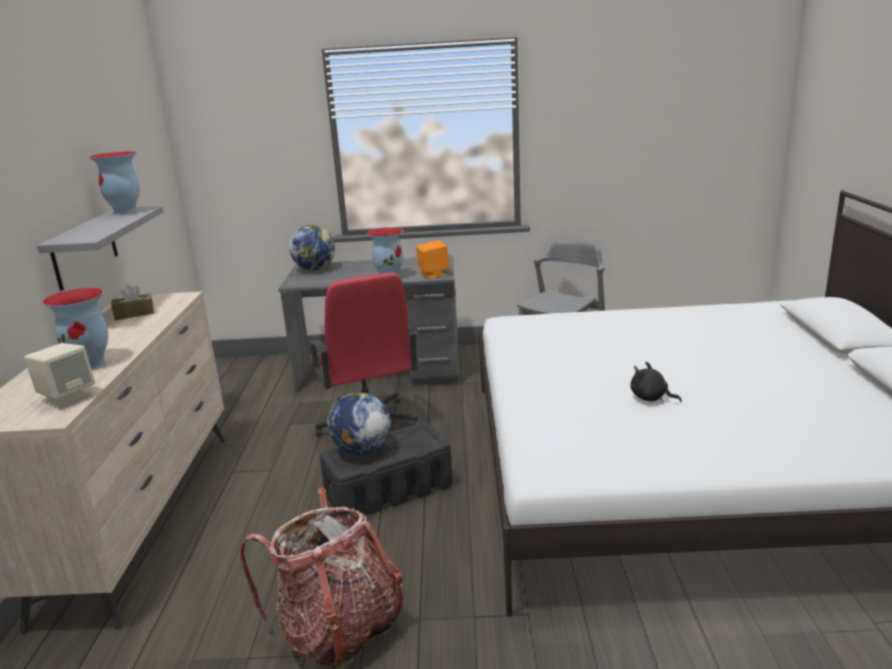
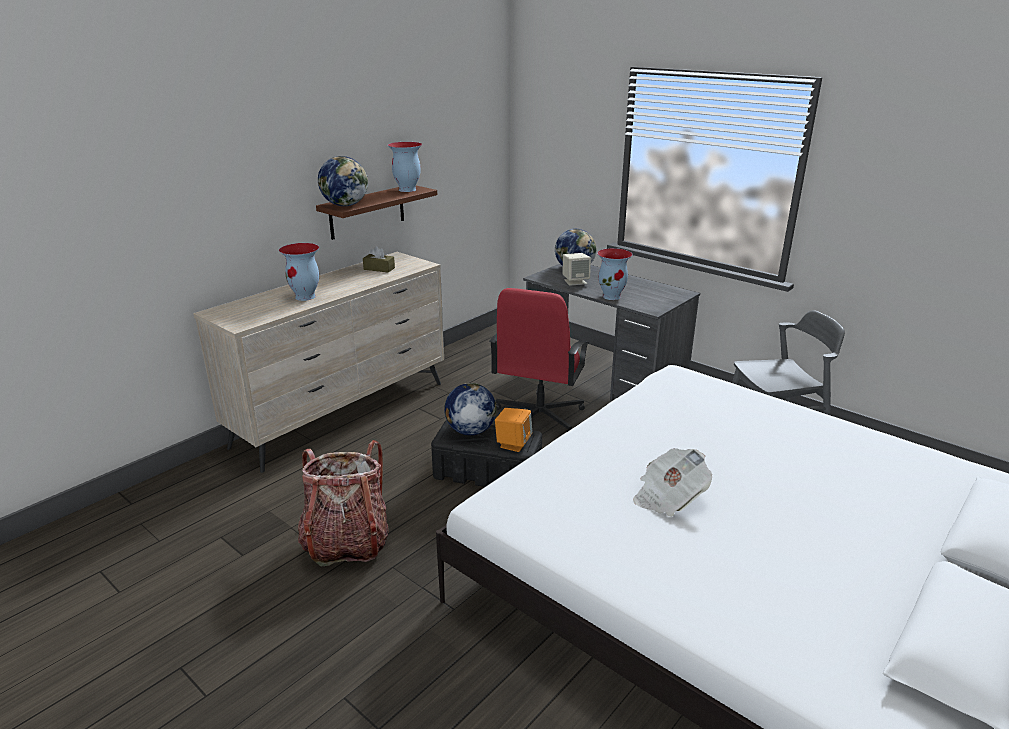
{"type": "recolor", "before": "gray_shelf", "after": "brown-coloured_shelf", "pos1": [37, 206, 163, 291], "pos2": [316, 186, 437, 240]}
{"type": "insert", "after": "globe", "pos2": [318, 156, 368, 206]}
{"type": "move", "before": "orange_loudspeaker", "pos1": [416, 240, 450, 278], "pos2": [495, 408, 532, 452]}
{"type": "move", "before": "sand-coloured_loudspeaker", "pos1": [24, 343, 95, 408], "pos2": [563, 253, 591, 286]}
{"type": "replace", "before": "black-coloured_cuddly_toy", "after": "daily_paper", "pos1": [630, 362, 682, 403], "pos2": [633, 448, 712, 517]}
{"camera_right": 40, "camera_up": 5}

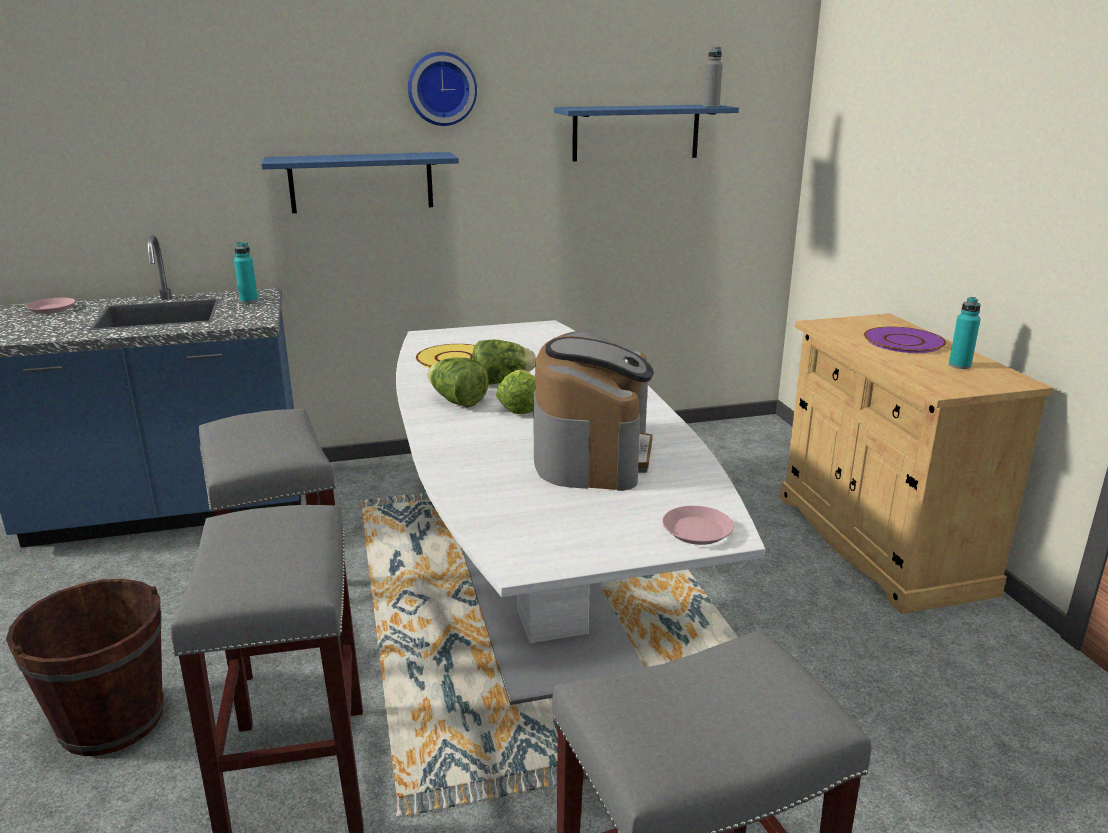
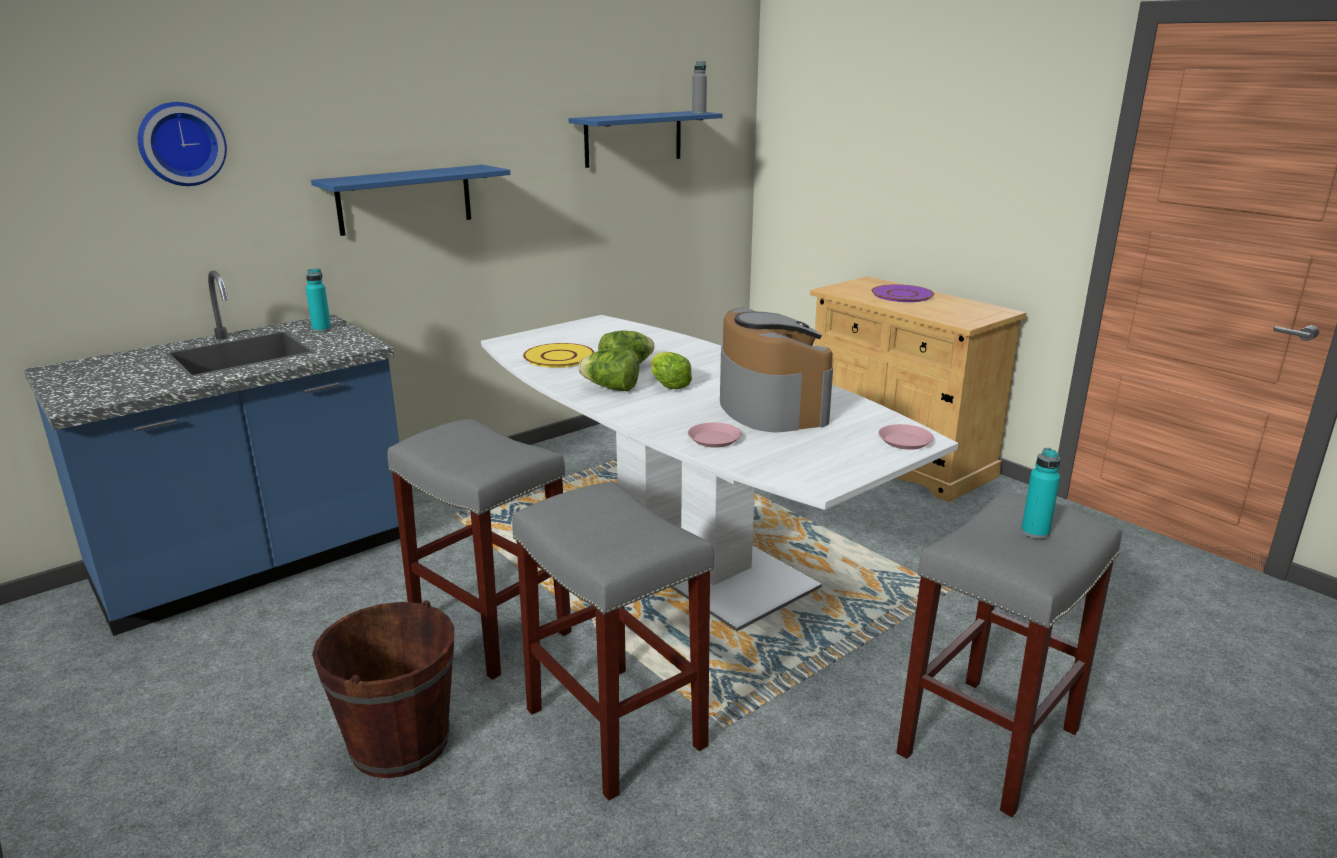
{"type": "move", "before": "hanging_clock", "pos1": [408, 52, 477, 126], "pos2": [138, 102, 227, 186]}
{"type": "move", "before": "pink-coloured_flat_dish", "pos1": [26, 298, 75, 314], "pos2": [688, 422, 742, 448]}
{"type": "move", "before": "turquoise-coloured_drink_bottle", "pos1": [949, 297, 981, 369], "pos2": [1021, 448, 1060, 539]}
{"camera_right": -25, "camera_up": 0}

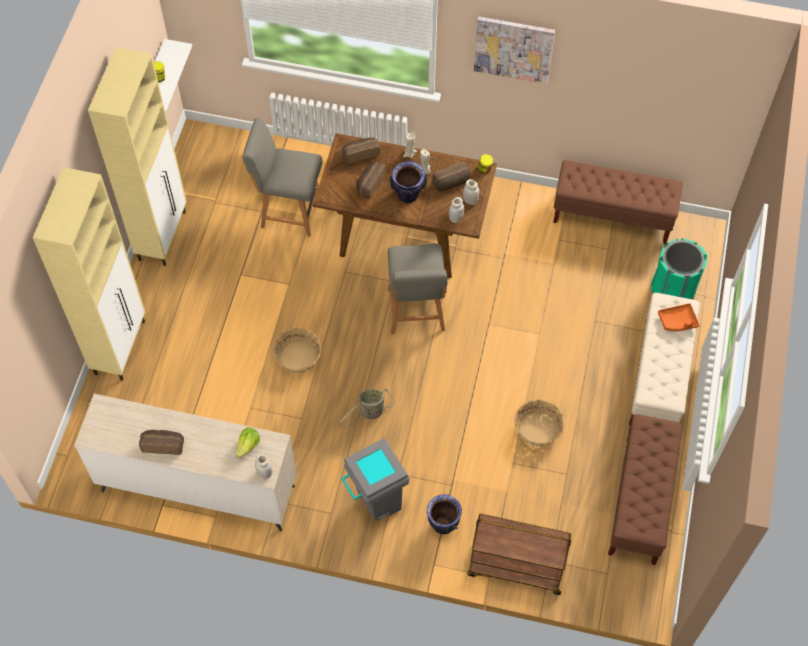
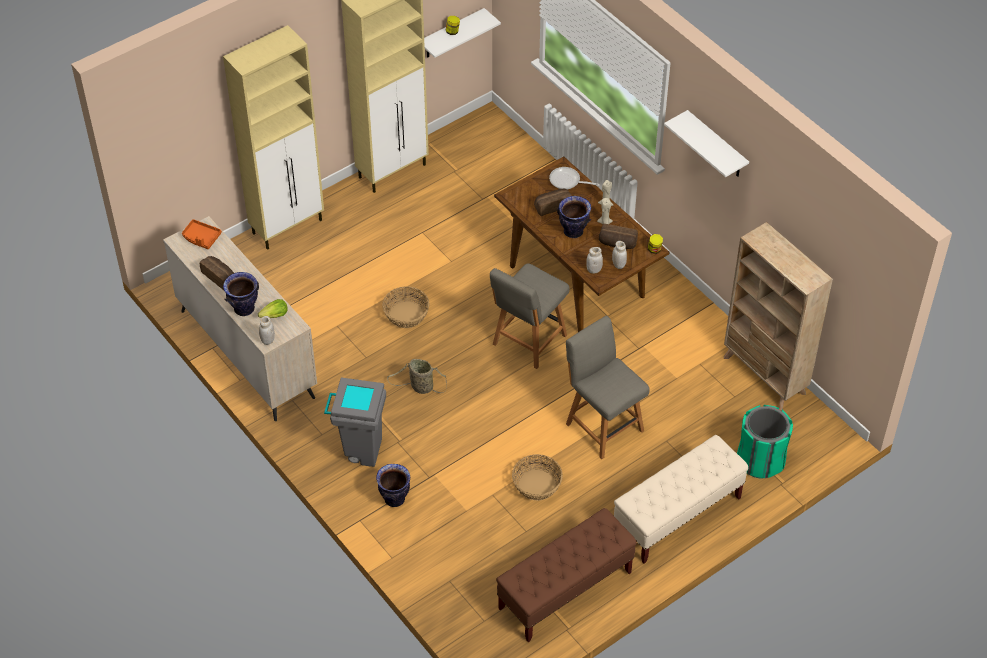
{"type": "move", "before": "orange_tray", "pos1": [658, 303, 699, 331], "pos2": [182, 219, 222, 249]}
{"type": "insert", "after": "decorative_vase", "pos2": [223, 272, 259, 316]}
{"type": "replace", "before": "bakery_bread", "after": "pan", "pos1": [342, 137, 380, 164], "pos2": [549, 167, 600, 189]}
{"type": "move", "before": "gray_plain_chair", "pos1": [242, 118, 322, 237], "pos2": [566, 316, 650, 459]}
{"type": "replace", "before": "wall_picture", "after": "white-coloured_shelf", "pos1": [474, 17, 555, 84], "pos2": [664, 110, 749, 177]}
{"type": "replace", "before": "brown-coloured_indoor_bench", "after": "sand-coloured_bookshelf", "pos1": [553, 160, 683, 244], "pos2": [724, 222, 833, 410]}
{"type": "delete", "before": "brown-coloured_wheeled_cart", "pos1": [467, 514, 571, 595]}
{"camera_right": 40, "camera_up": -10}

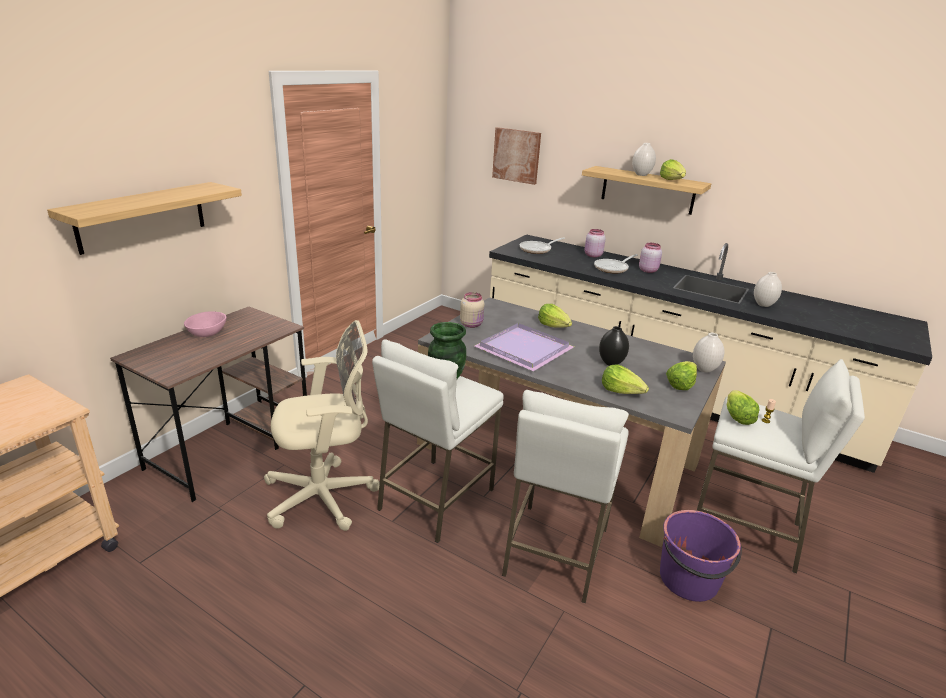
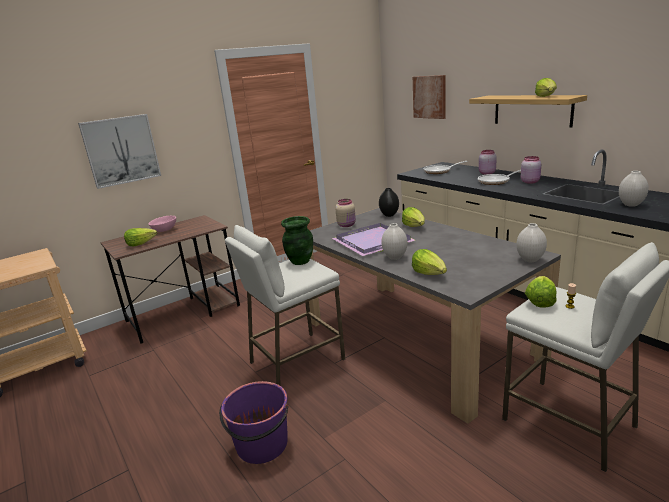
{"type": "replace", "before": "shelf", "after": "wall_picture", "pos1": [47, 182, 242, 255], "pos2": [78, 114, 161, 189]}
{"type": "move", "before": "lettuce_head", "pos1": [666, 361, 697, 390], "pos2": [124, 228, 157, 247]}
{"type": "move", "before": "purple_pail", "pos1": [660, 510, 742, 602], "pos2": [219, 381, 288, 464]}
{"type": "move", "before": "black-coloured_decorative_vase", "pos1": [599, 326, 629, 365], "pos2": [379, 188, 399, 217]}
{"type": "move", "before": "white-coloured_decorative_vase", "pos1": [632, 143, 656, 176], "pos2": [381, 223, 407, 260]}
{"type": "delete", "before": "sand-coloured_computer_chair", "pos1": [264, 320, 380, 531]}
{"type": "delete", "before": "white-coloured_stool_seat", "pos1": [502, 390, 629, 603]}
{"camera_right": 25, "camera_up": -5}

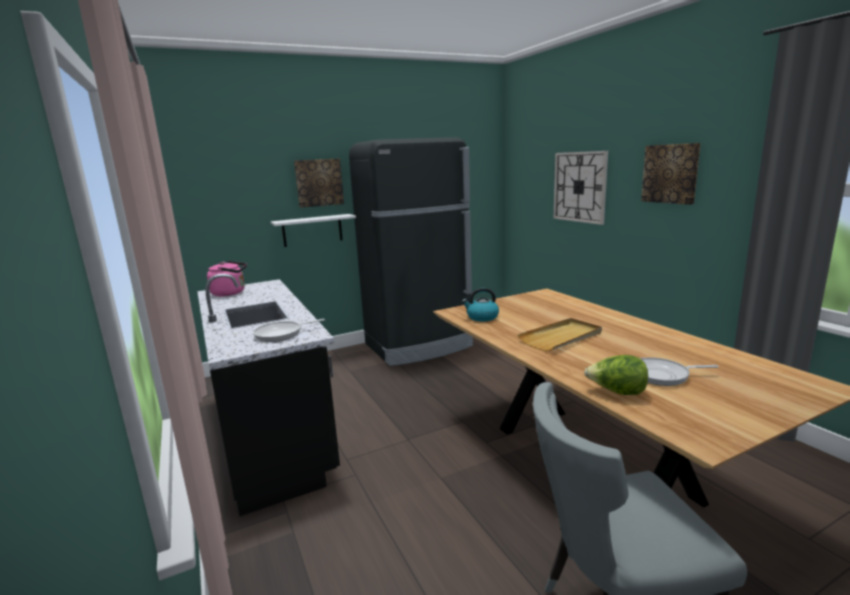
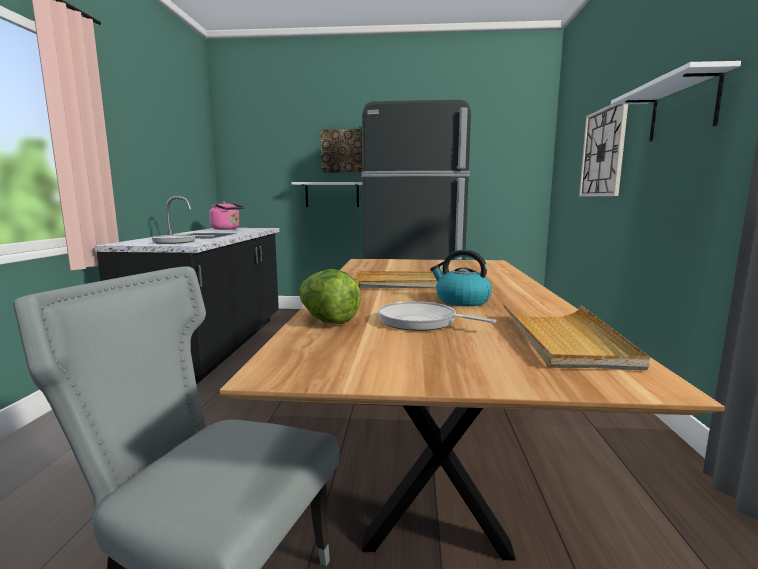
{"type": "move", "before": "kettle", "pos1": [462, 288, 499, 322], "pos2": [430, 249, 492, 306]}
{"type": "insert", "after": "sand-coloured_tray", "pos2": [503, 304, 650, 370]}
{"type": "replace", "before": "wall_picture", "after": "white-coloured_shelf", "pos1": [641, 143, 701, 205], "pos2": [611, 61, 741, 142]}
{"camera_right": 30, "camera_up": -5}

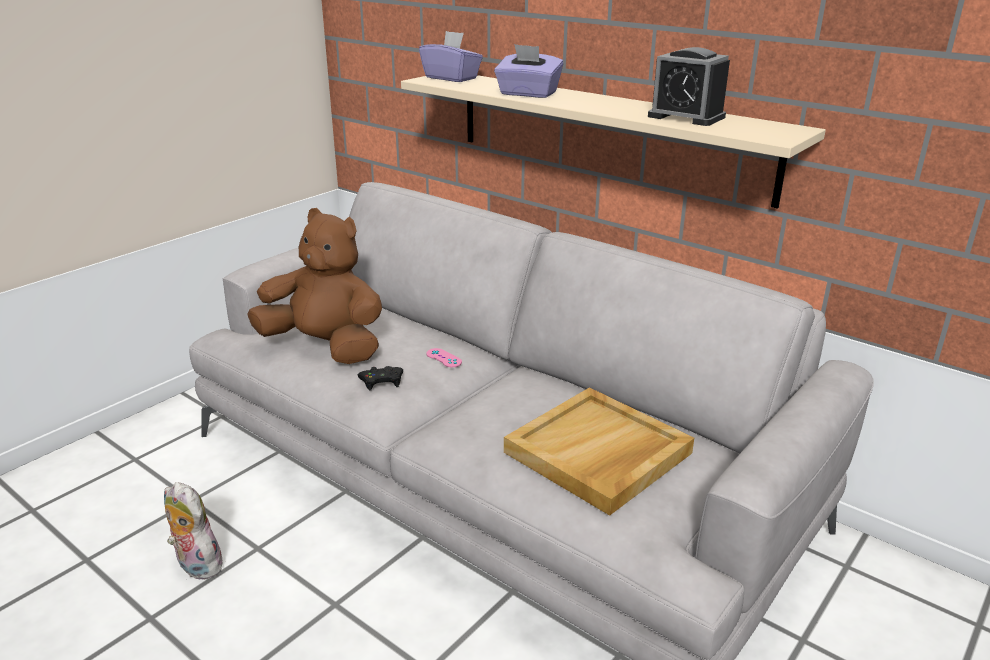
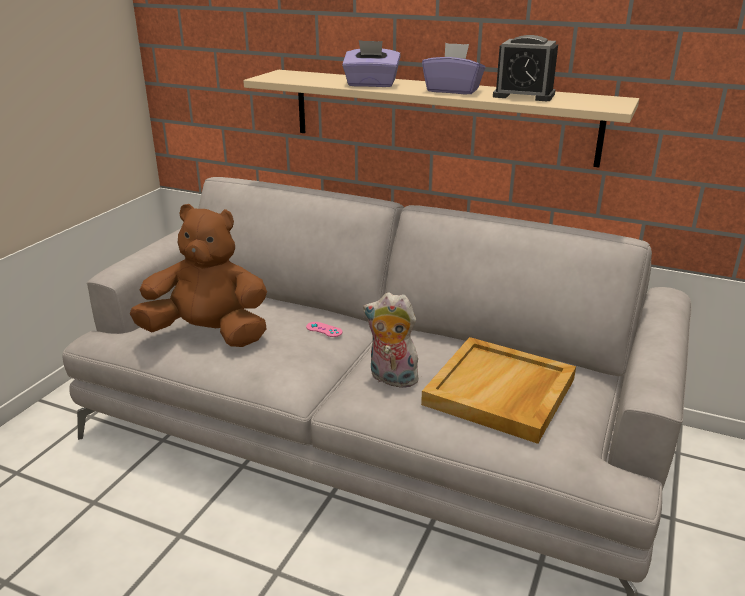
{"type": "move", "before": "cuddly_toy", "pos1": [164, 482, 222, 580], "pos2": [363, 292, 421, 388]}
{"type": "move", "before": "purple_box_of_tissues", "pos1": [419, 31, 483, 82], "pos2": [422, 43, 485, 94]}
{"type": "delete", "before": "black-coloured_gamepad", "pos1": [358, 366, 403, 391]}
{"camera_right": -15, "camera_up": 0}

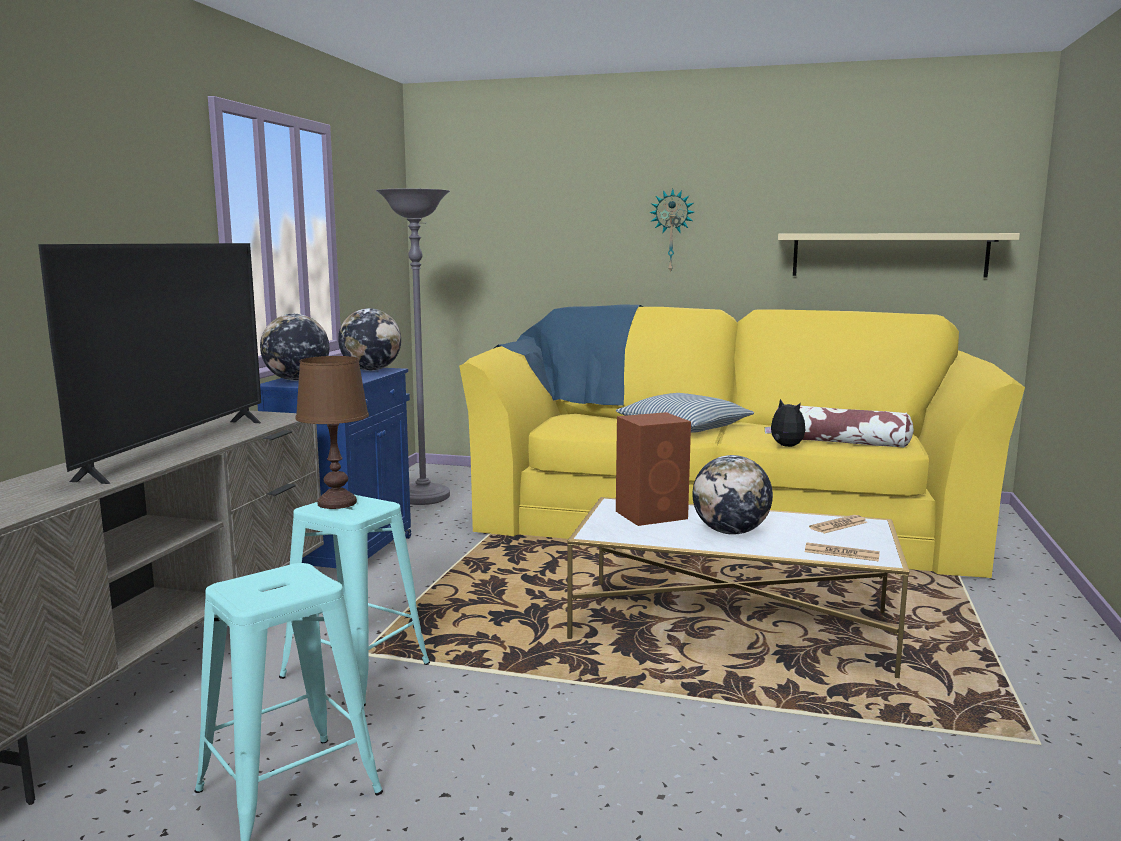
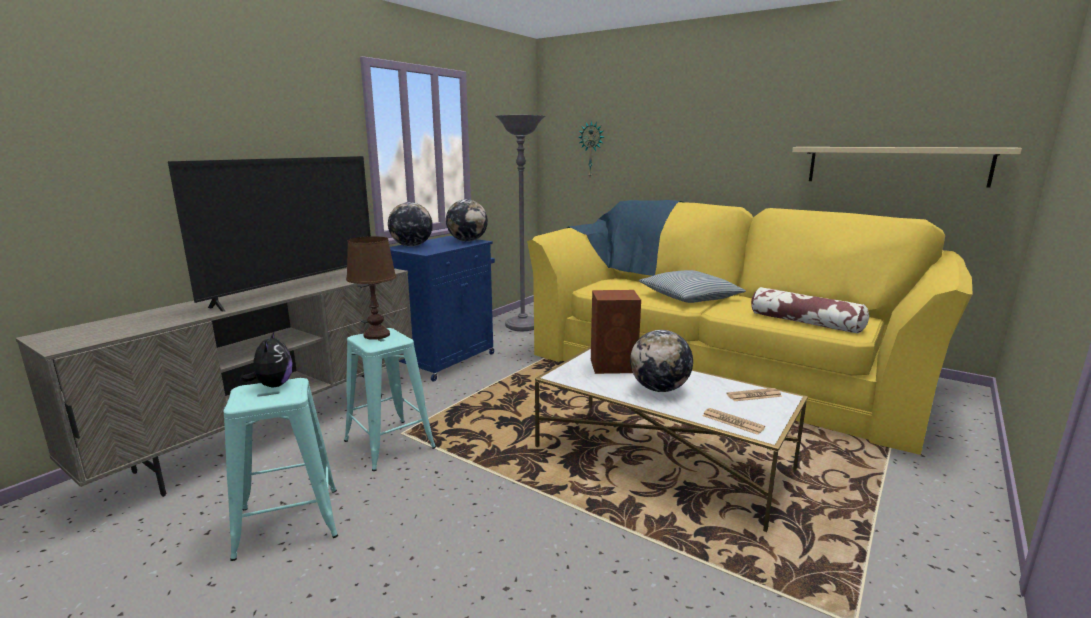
{"type": "move", "before": "cuddly_toy", "pos1": [765, 399, 805, 447], "pos2": [240, 331, 293, 387]}
{"type": "move", "before": "hanging_clock", "pos1": [649, 189, 694, 273], "pos2": [578, 121, 604, 177]}
{"camera_right": 20, "camera_up": 5}

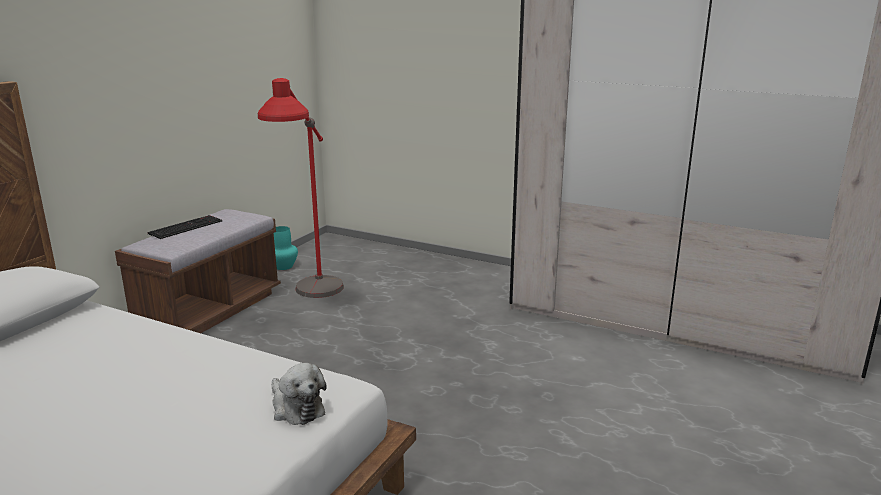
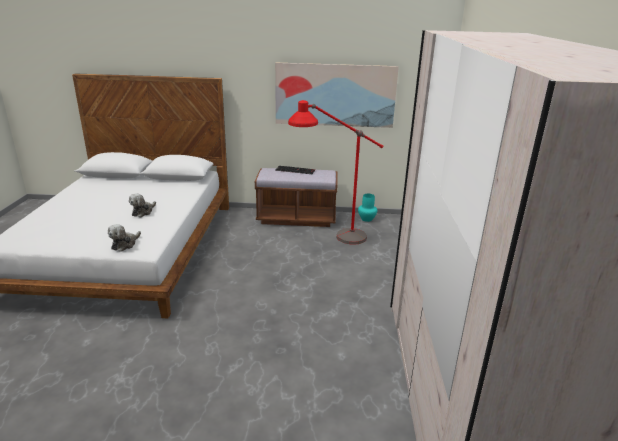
{"type": "insert", "after": "cuddly_toy", "pos2": [129, 193, 156, 218]}
{"type": "insert", "after": "wall_picture", "pos2": [275, 63, 399, 128]}
{"camera_right": 65, "camera_up": 5}

